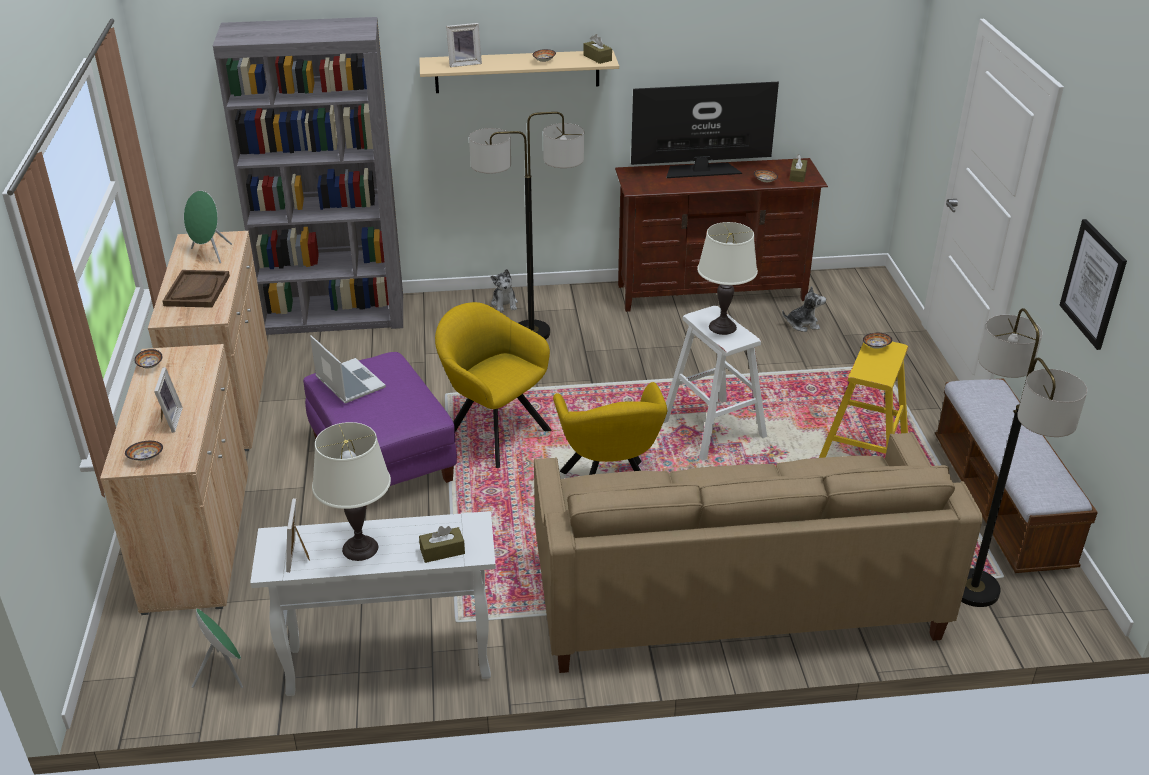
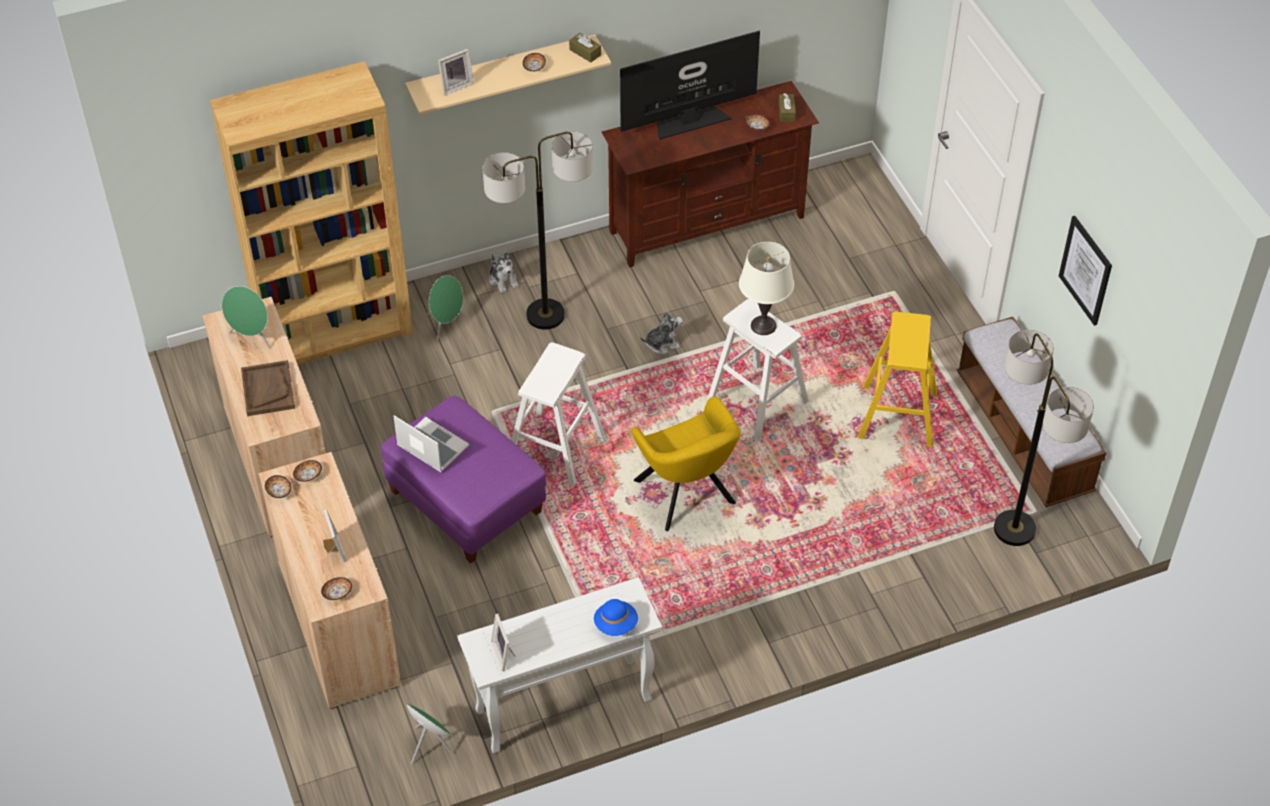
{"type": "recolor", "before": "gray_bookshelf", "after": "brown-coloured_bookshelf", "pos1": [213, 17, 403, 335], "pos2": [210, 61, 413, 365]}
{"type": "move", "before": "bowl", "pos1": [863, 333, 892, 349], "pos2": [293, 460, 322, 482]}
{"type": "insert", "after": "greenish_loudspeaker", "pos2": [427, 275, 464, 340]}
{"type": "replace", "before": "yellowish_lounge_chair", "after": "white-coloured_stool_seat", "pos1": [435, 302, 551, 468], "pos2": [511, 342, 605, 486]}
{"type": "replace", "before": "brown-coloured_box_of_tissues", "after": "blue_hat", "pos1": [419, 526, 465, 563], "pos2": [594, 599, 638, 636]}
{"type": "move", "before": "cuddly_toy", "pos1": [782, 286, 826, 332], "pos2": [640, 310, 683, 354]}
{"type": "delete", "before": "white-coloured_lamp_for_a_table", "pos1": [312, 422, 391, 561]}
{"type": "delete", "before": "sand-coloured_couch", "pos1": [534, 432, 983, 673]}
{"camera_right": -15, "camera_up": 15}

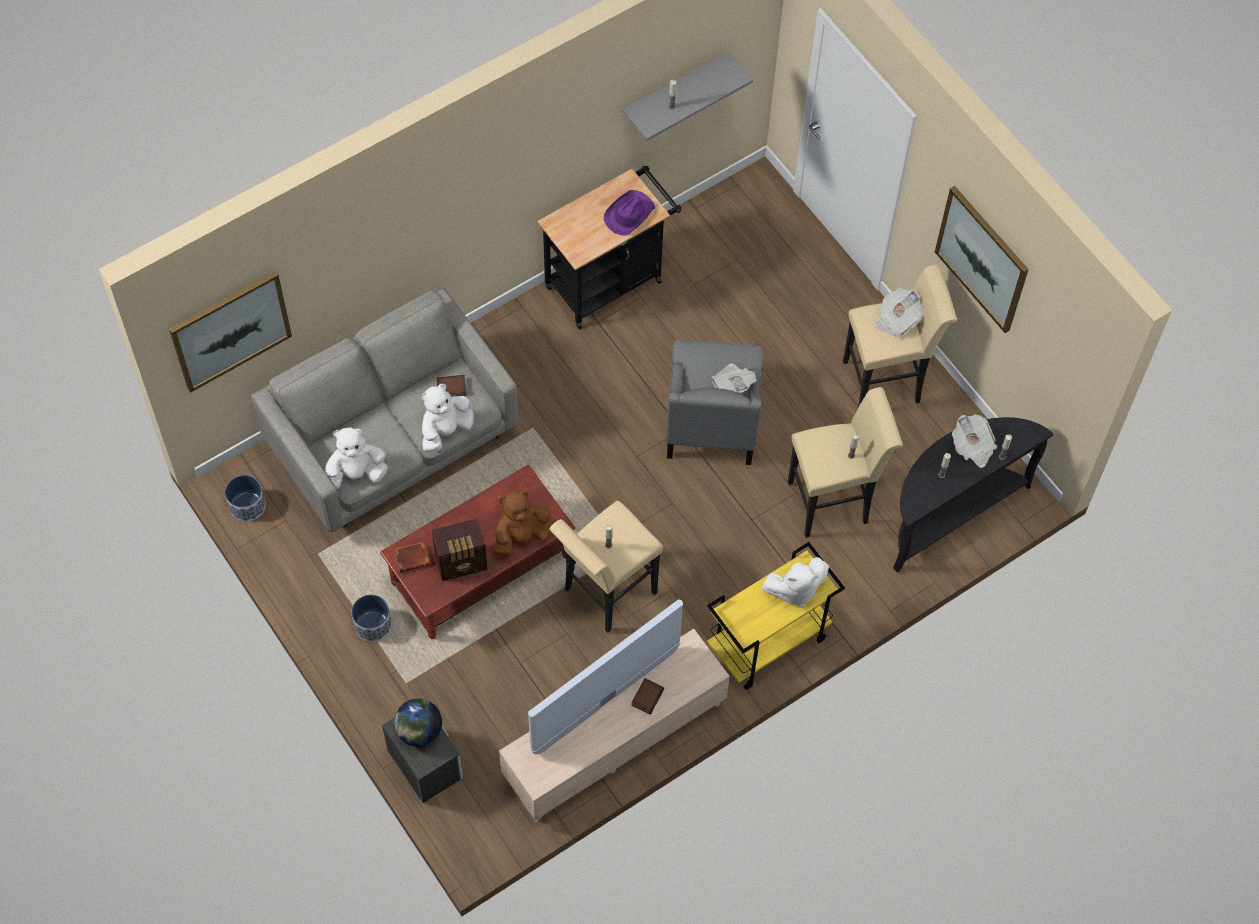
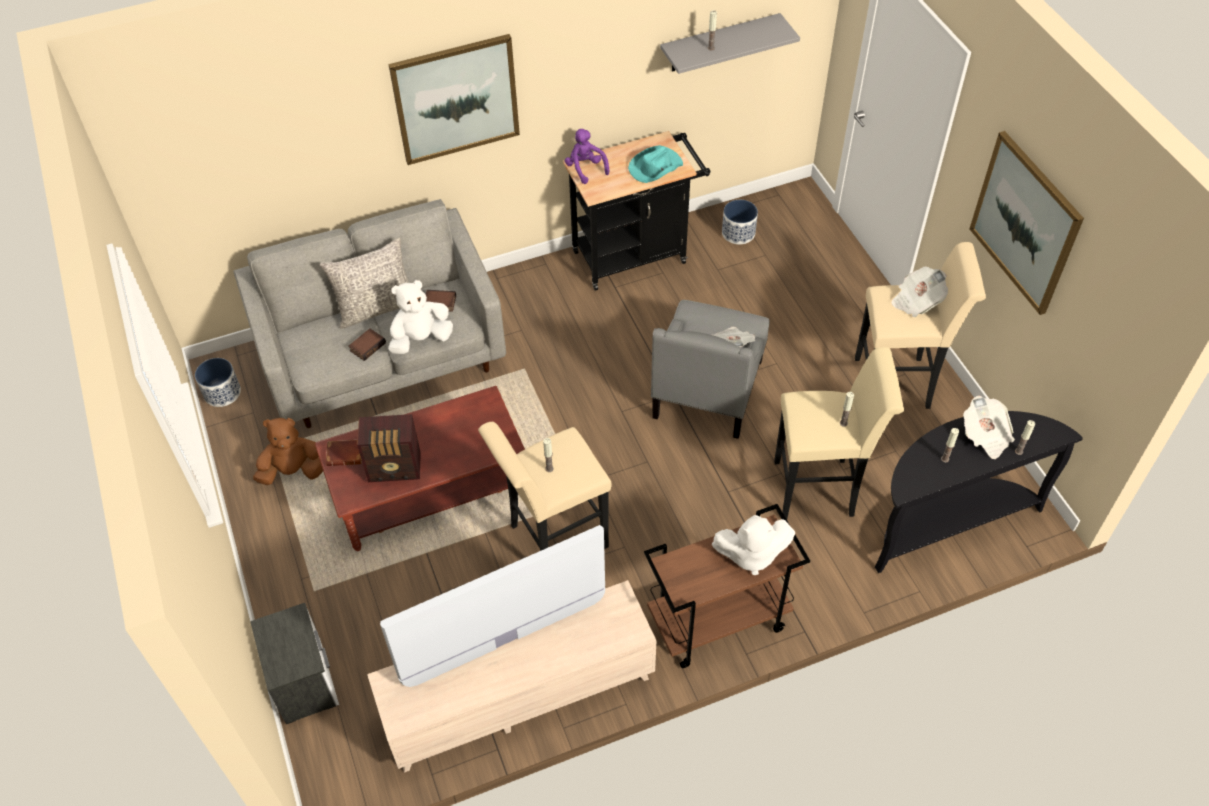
{"type": "move", "before": "brown-coloured_cuddly_toy", "pos1": [492, 491, 553, 556], "pos2": [253, 418, 323, 485]}
{"type": "insert", "after": "gray_throw_pillow", "pos2": [319, 238, 409, 329]}
{"type": "move", "before": "volume", "pos1": [631, 678, 664, 714], "pos2": [348, 328, 386, 361]}
{"type": "move", "before": "wall_picture", "pos1": [169, 271, 292, 393], "pos2": [388, 34, 520, 165]}
{"type": "insert", "after": "purple_cuddly_toy", "pos2": [565, 129, 609, 184]}
{"type": "recolor", "before": "purple_hat", "after": "turquoise-coloured_hat", "pos1": [604, 190, 655, 236], "pos2": [628, 145, 683, 183]}
{"type": "recolor", "before": "yellowish_wheeled_cart", "after": "brown-coloured_wheeled_cart", "pos1": [707, 542, 845, 690], "pos2": [644, 504, 810, 668]}
{"type": "move", "before": "plant_pot", "pos1": [351, 594, 391, 642], "pos2": [722, 200, 758, 244]}
{"type": "delete", "before": "white-coloured_cuddly_toy", "pos1": [325, 427, 388, 489]}
{"type": "delete", "before": "globe", "pos1": [394, 699, 442, 747]}
{"camera_right": 15, "camera_up": -10}

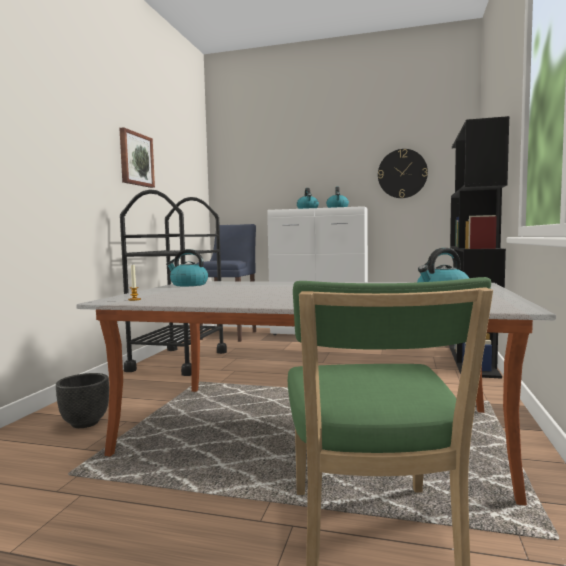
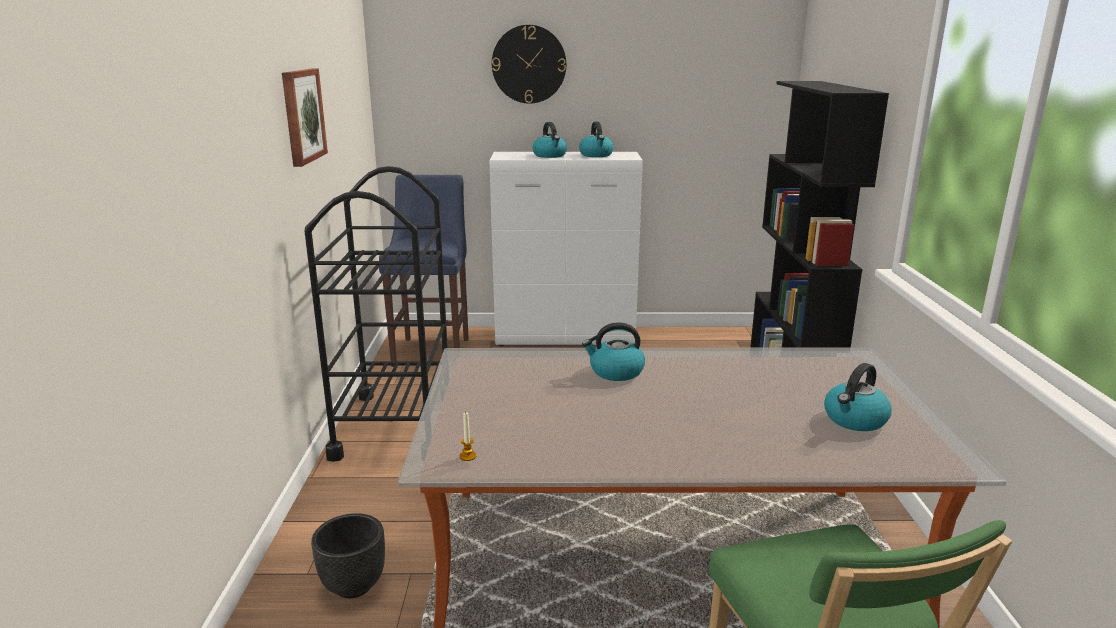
{"type": "move", "before": "hanging_clock", "pos1": [378, 149, 428, 198], "pos2": [492, 25, 566, 104]}
{"type": "move", "before": "kettle", "pos1": [166, 249, 208, 286], "pos2": [582, 322, 645, 381]}
{"camera_right": -15, "camera_up": 15}

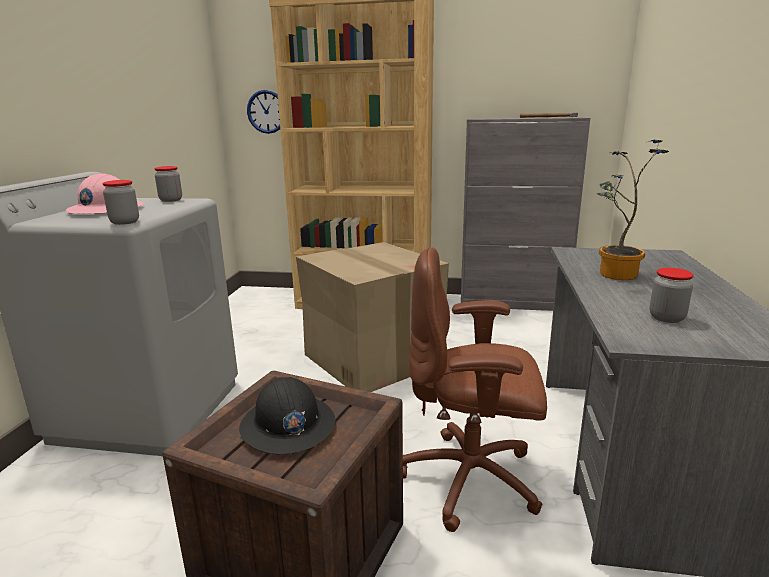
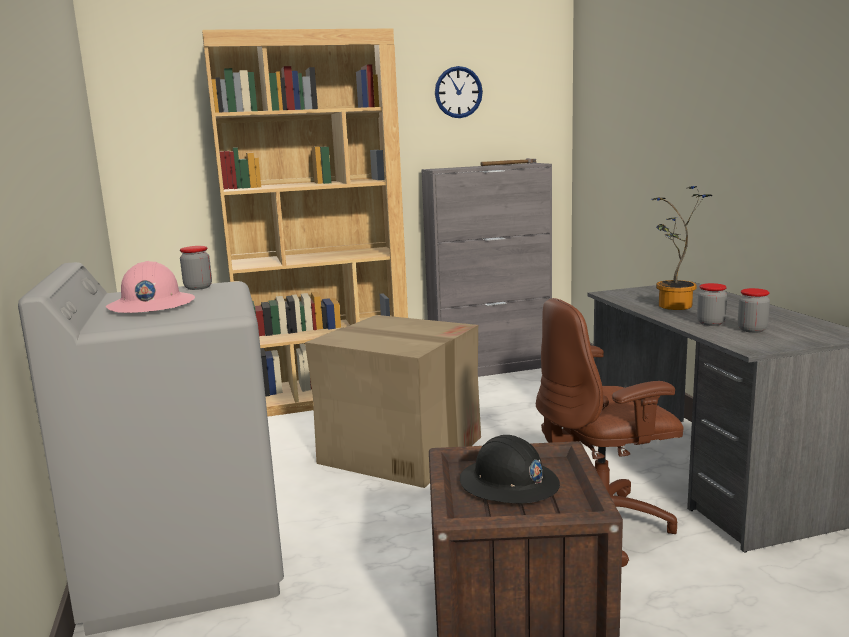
{"type": "move", "before": "hanging_clock", "pos1": [247, 90, 280, 134], "pos2": [435, 66, 483, 118]}
{"type": "move", "before": "preserve_jar", "pos1": [102, 180, 139, 225], "pos2": [697, 283, 727, 326]}
{"camera_right": -25, "camera_up": -5}

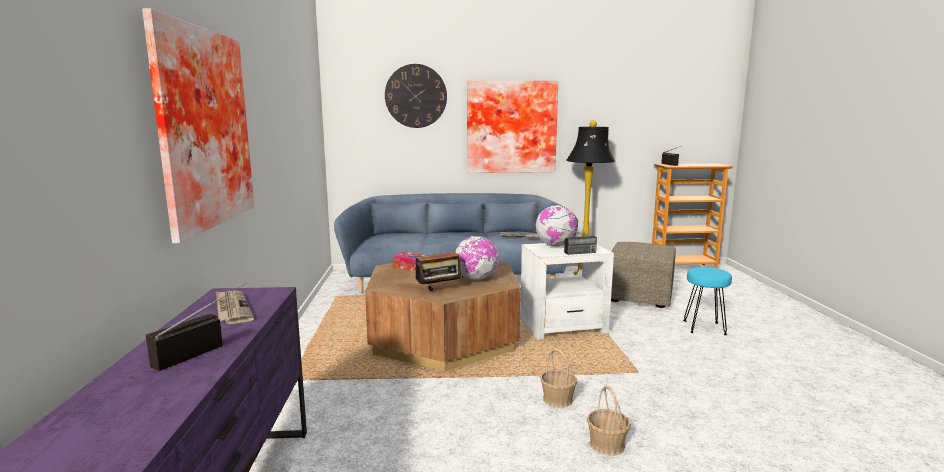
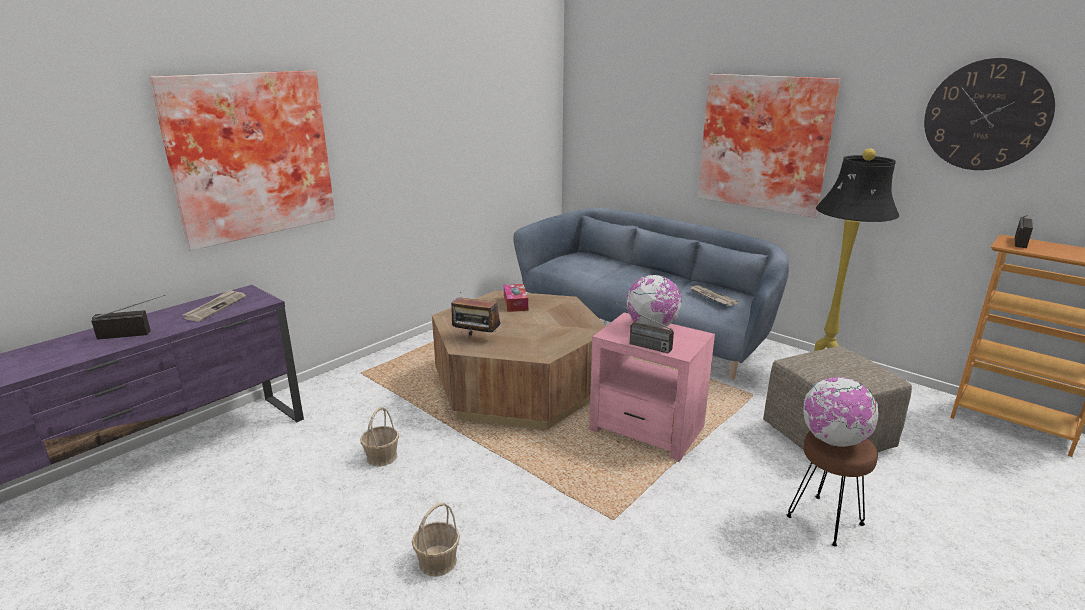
{"type": "move", "before": "basket", "pos1": [540, 349, 577, 408], "pos2": [360, 407, 399, 467]}
{"type": "recolor", "before": "white-coloured_end_table", "after": "pink-coloured_end_table", "pos1": [520, 243, 614, 340], "pos2": [589, 313, 715, 462]}
{"type": "recolor", "before": "turquoise-coloured_stool_seat", "after": "brown-coloured_stool_seat", "pos1": [683, 267, 732, 335], "pos2": [786, 431, 878, 547]}
{"type": "move", "before": "globe", "pos1": [456, 236, 499, 281], "pos2": [803, 377, 878, 447]}
{"type": "move", "before": "hanging_clock", "pos1": [385, 64, 447, 128], "pos2": [924, 58, 1055, 170]}
{"camera_right": 45, "camera_up": 10}

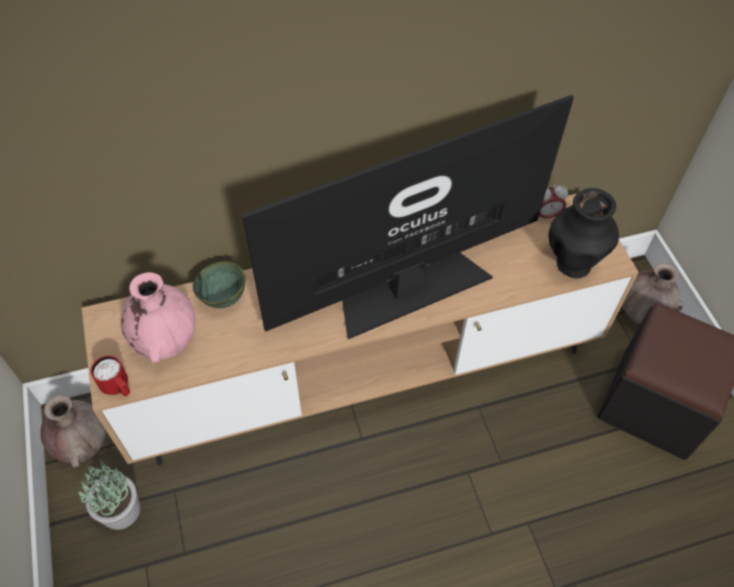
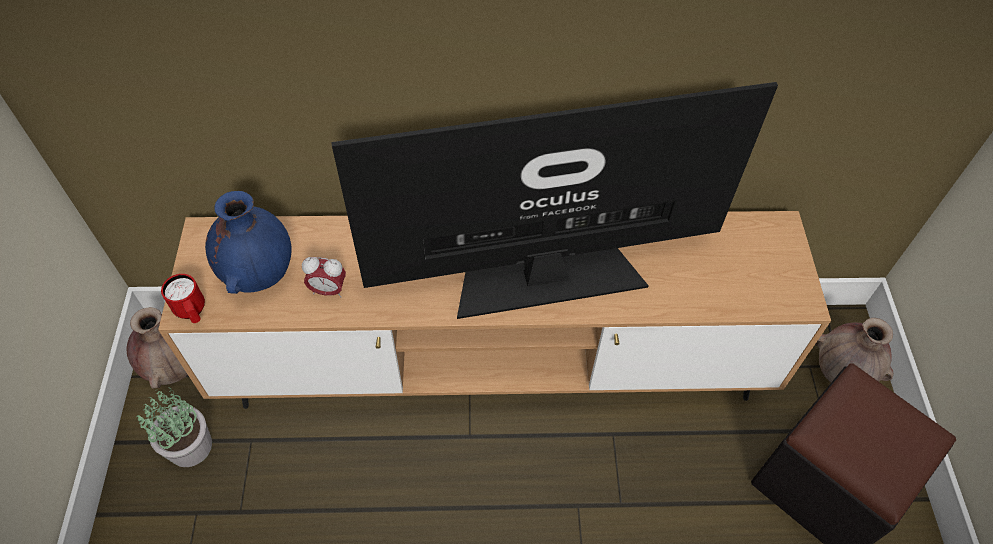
{"type": "recolor", "before": "pink-coloured_decorative_vase", "after": "blue_decorative_vase", "pos1": [120, 272, 195, 363], "pos2": [205, 191, 292, 294]}
{"type": "move", "before": "alarm_clock", "pos1": [537, 185, 568, 221], "pos2": [302, 257, 346, 298]}
{"type": "delete", "before": "greenish_bowl", "pos1": [193, 261, 246, 308]}
{"type": "delete", "before": "black-coloured_decorative_vase", "pos1": [548, 188, 619, 278]}
{"camera_right": 15, "camera_up": 0}

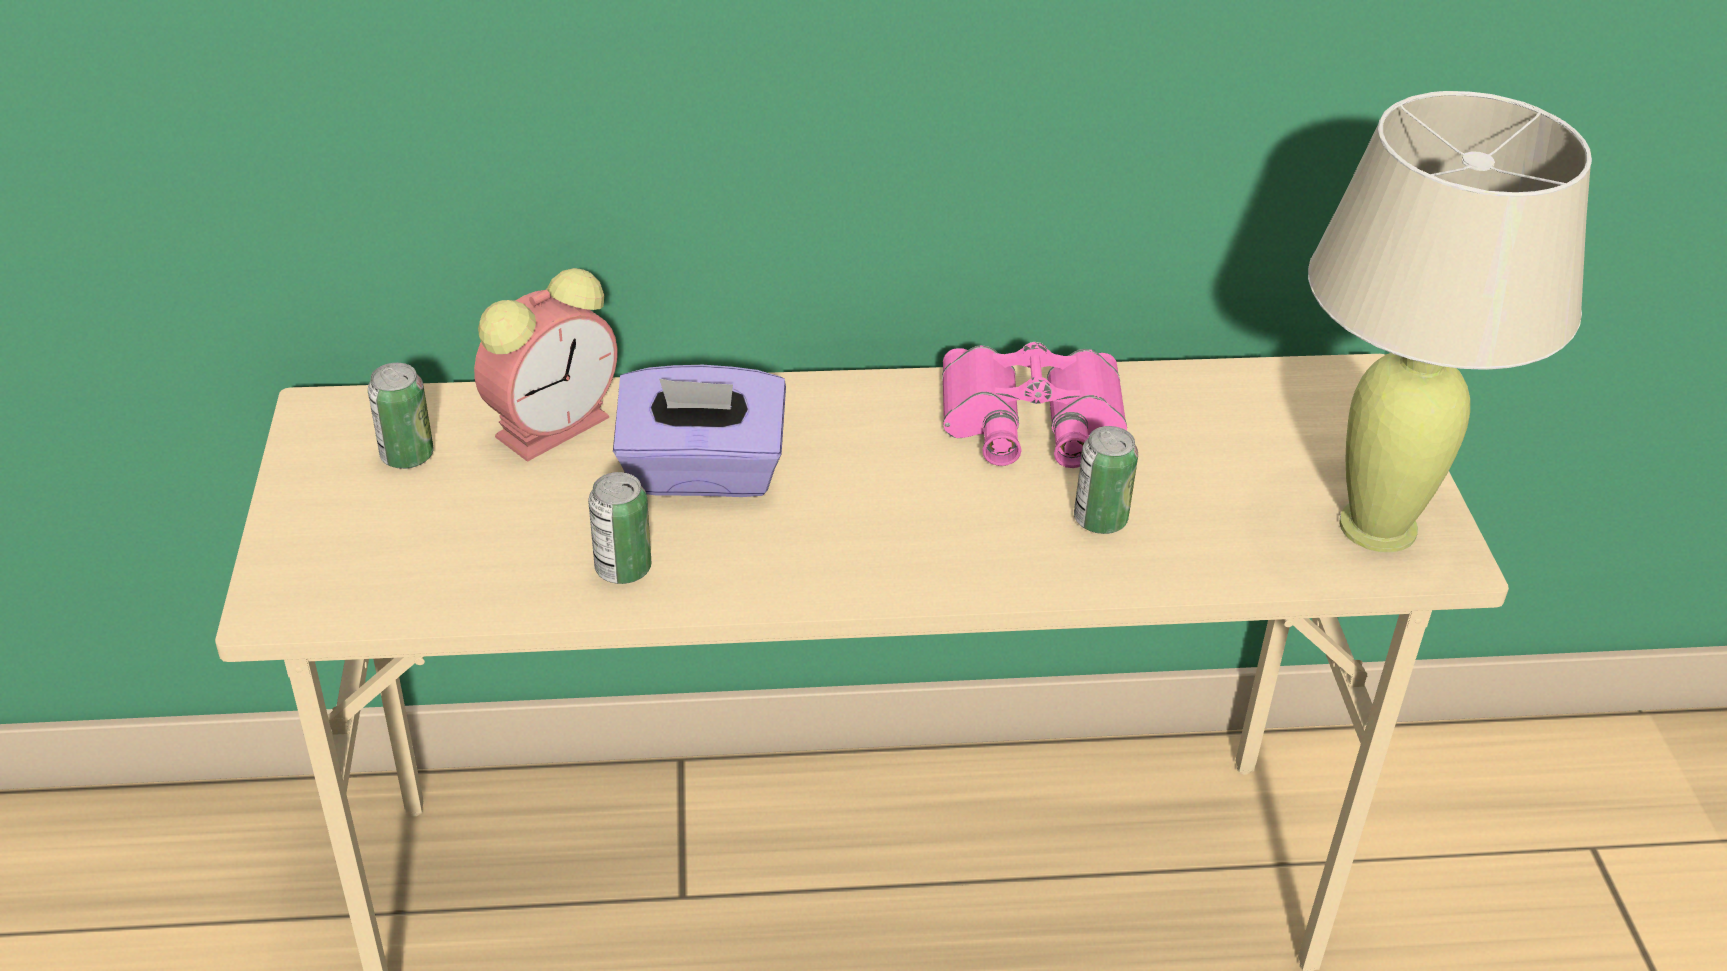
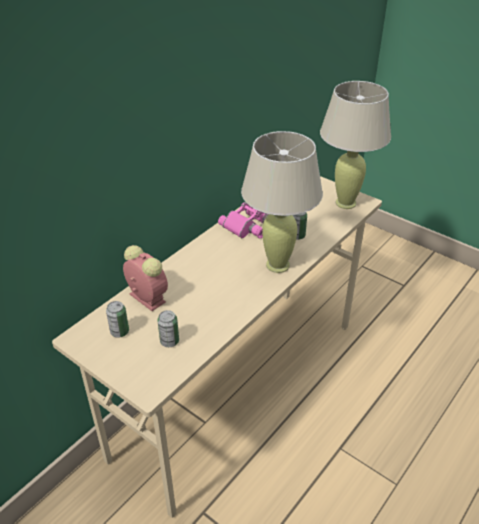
{"type": "rotate", "before": "alarm_clock", "pos1": [474, 268, 618, 462], "pos2": [123, 245, 168, 311], "turn": -45}
{"type": "move", "before": "can", "pos1": [588, 472, 652, 584], "pos2": [157, 310, 179, 347]}
{"type": "insert", "after": "sand-coloured_lamp_for_a_table", "pos2": [241, 131, 323, 273]}
{"type": "delete", "before": "purple_box_of_tissues", "pos1": [613, 365, 786, 497]}
{"camera_right": -45, "camera_up": 0}

